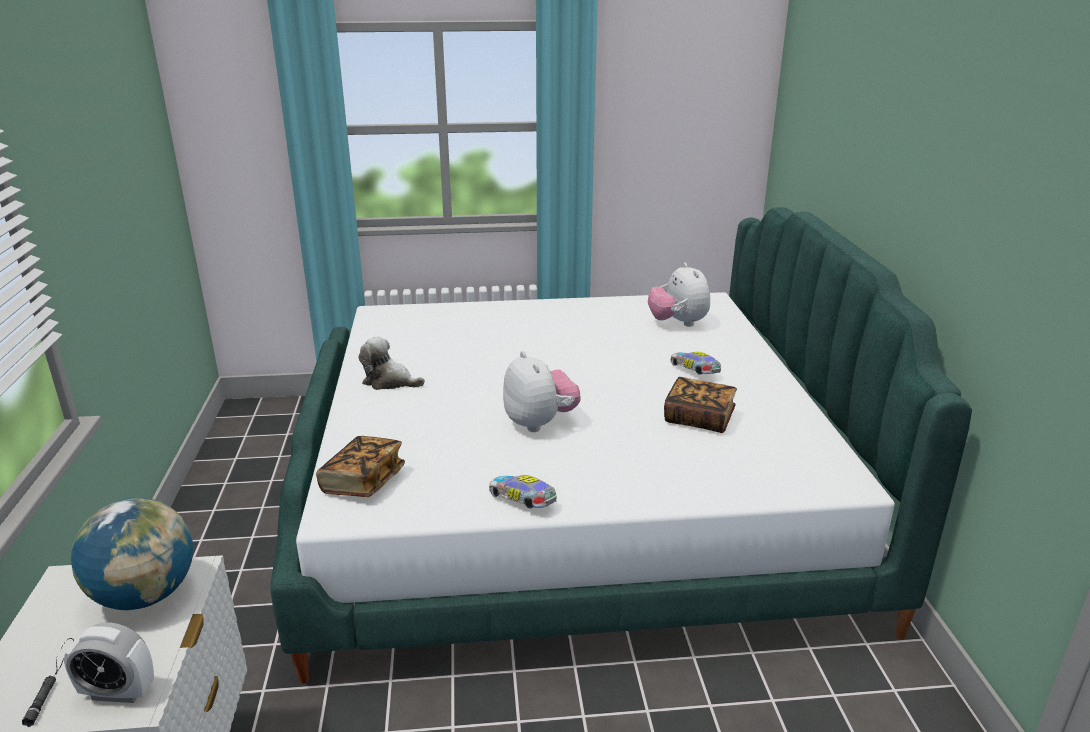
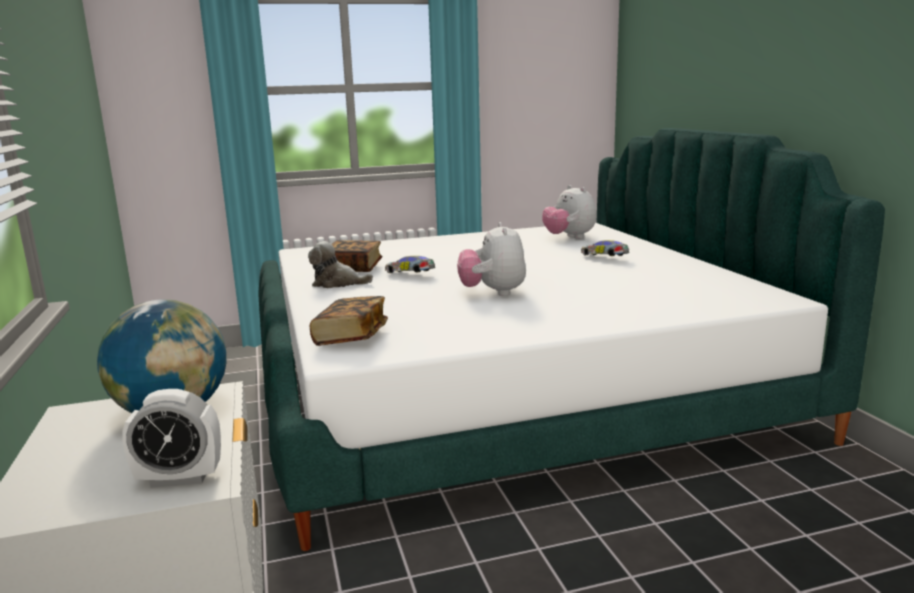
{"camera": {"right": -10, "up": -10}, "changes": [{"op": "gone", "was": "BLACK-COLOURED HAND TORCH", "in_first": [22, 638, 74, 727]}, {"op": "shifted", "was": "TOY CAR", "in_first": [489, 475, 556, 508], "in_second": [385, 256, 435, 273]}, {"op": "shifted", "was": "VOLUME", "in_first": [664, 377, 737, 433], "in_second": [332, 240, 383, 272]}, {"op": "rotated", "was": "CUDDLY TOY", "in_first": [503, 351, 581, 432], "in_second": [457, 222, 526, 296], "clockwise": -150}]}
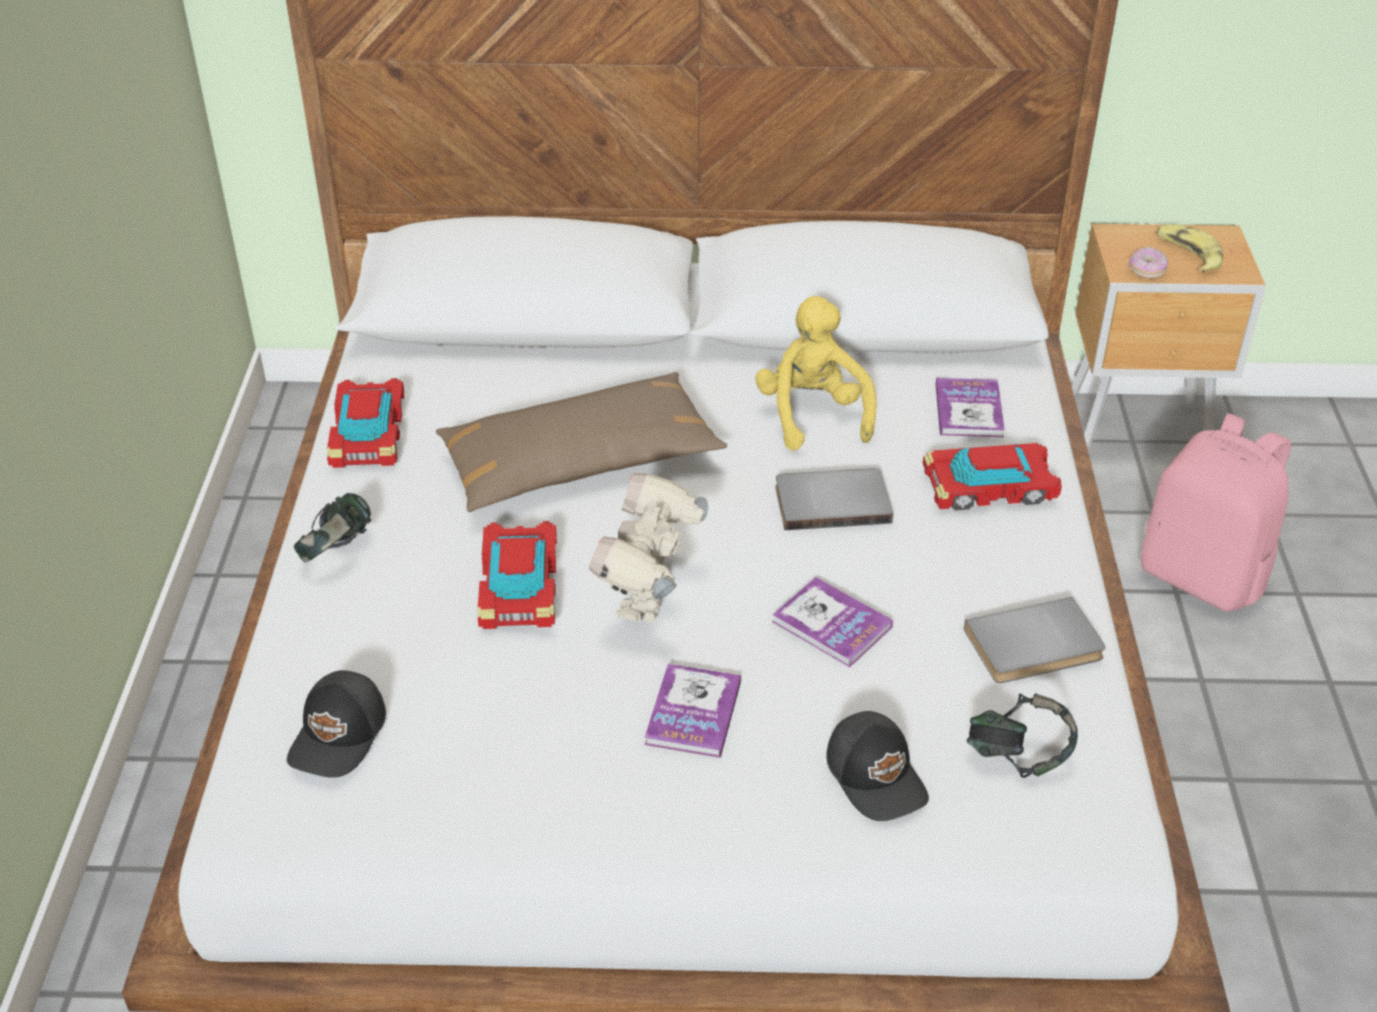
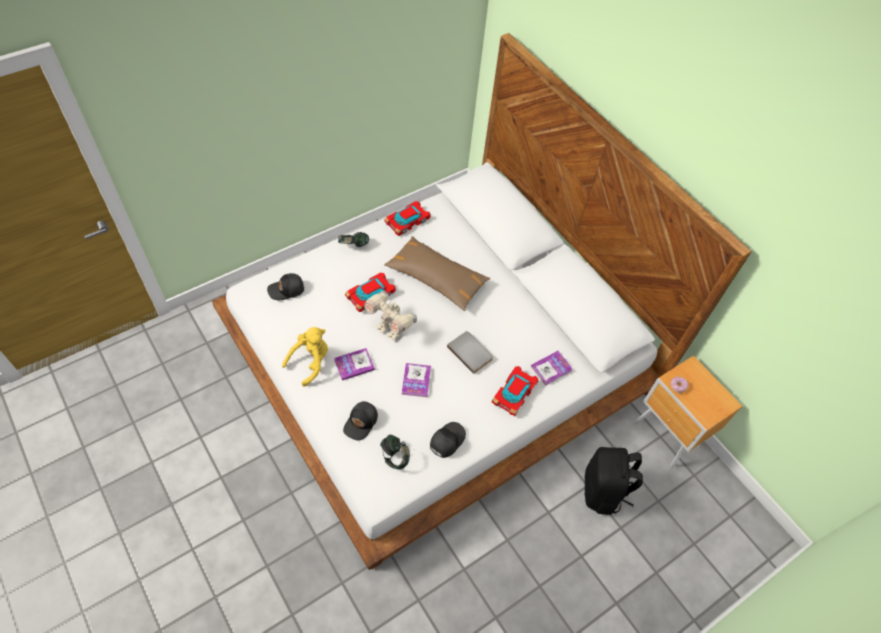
{"camera": {"right": 50, "up": 15}, "changes": [{"op": "gone", "was": "WHOLE BANANA", "in_first": [1156, 225, 1223, 274]}, {"op": "shifted", "was": "YELLOW CUDDLY TOY", "in_first": [755, 296, 877, 451], "in_second": [282, 327, 328, 387]}, {"op": "swapped", "was": "GREYISH VOLUME", "now": "BLACK-COLOURED PEAKED CAP", "in_first": [964, 597, 1106, 683], "in_second": [430, 422, 466, 458]}, {"op": "repainted", "was": "PINK RUCKSACK", "now": "BLACK-COLOURED RUCKSACK", "in_first": [1141, 413, 1291, 612], "in_second": [584, 447, 643, 515]}, {"op": "rotated", "was": "TOY ROBOT", "in_first": [589, 473, 708, 623], "in_second": [364, 291, 417, 340], "clockwise": -120}, {"op": "rotated", "was": "TOY CAR", "in_first": [923, 443, 1062, 510], "in_second": [492, 366, 539, 416], "clockwise": -105}]}
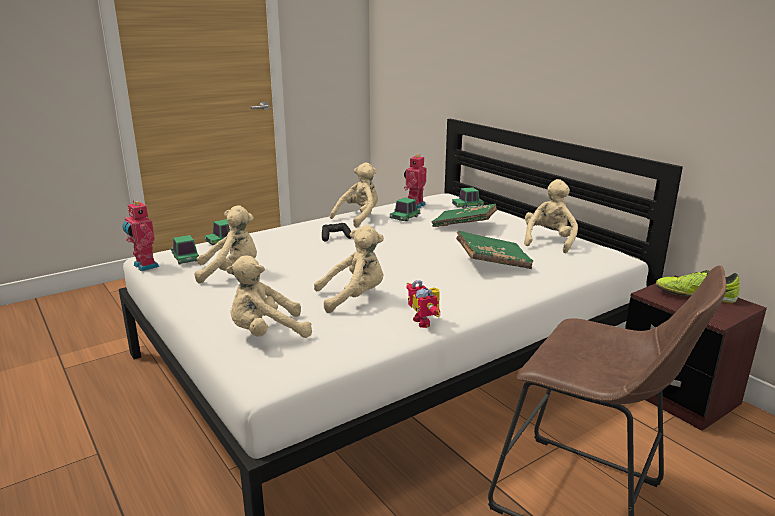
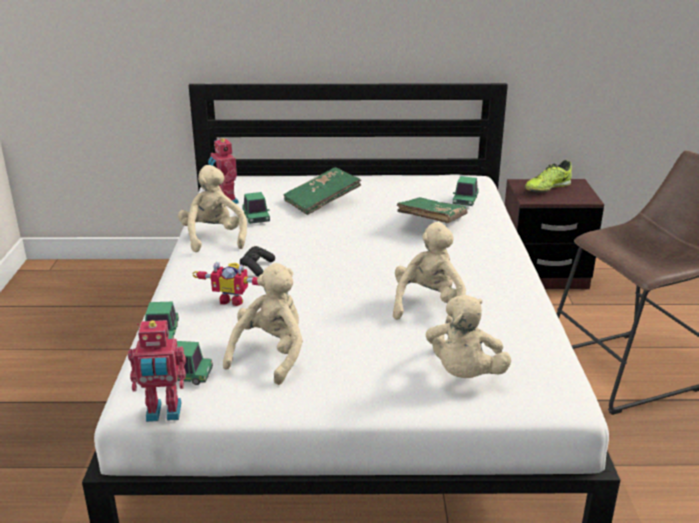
{"camera": {"right": -55, "up": 5}, "changes": [{"op": "gone", "was": "BEIGE-COLOURED CUDDLY TOY", "in_first": [524, 179, 578, 253]}, {"op": "shifted", "was": "TOY ROBOT", "in_first": [406, 280, 440, 328], "in_second": [192, 262, 260, 306]}, {"op": "shifted", "was": "TOY CAR", "in_first": [452, 187, 484, 208], "in_second": [453, 176, 479, 206]}]}
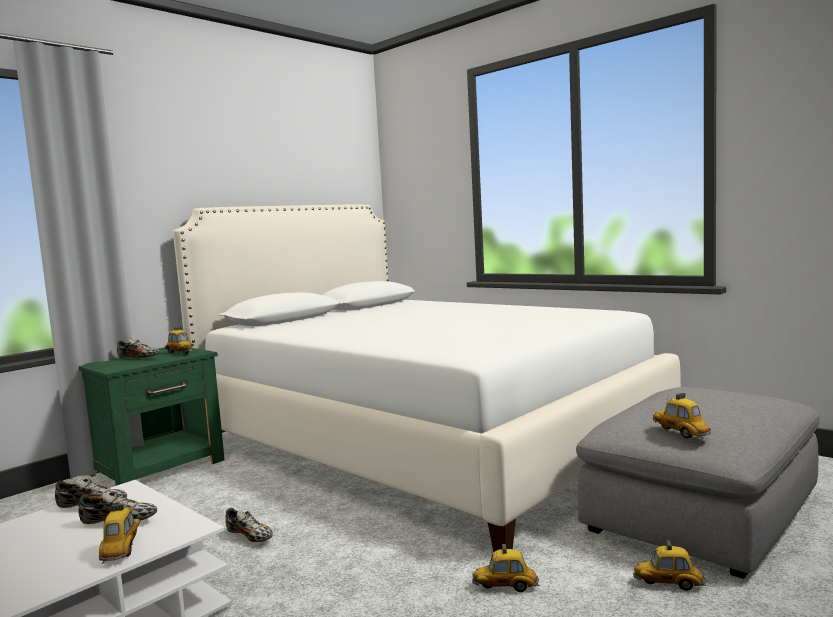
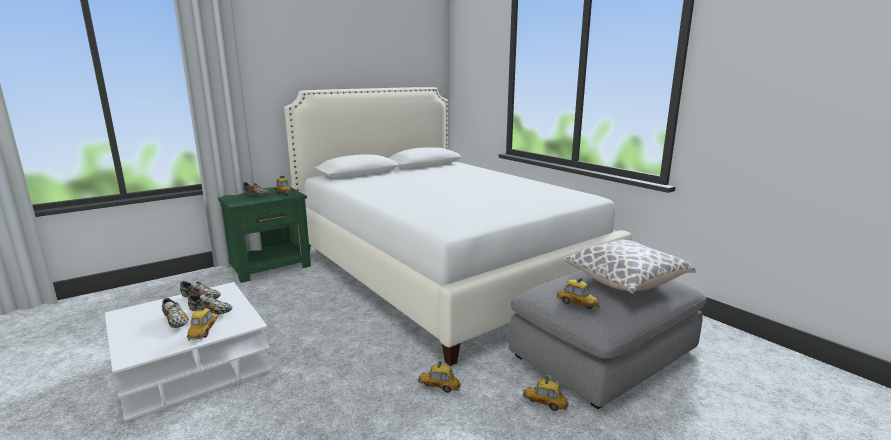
{"camera": {"right": 10, "up": 10}, "changes": [{"op": "new", "now": "PILLOW", "in_second": [565, 240, 696, 294]}, {"op": "shifted", "was": "ITEM OF FOOTWEAR", "in_first": [225, 508, 273, 542], "in_second": [162, 298, 189, 328]}, {"op": "rotated", "was": "TOY CAR", "in_first": [653, 393, 711, 439], "in_second": [557, 277, 600, 309], "clockwise": 150}]}
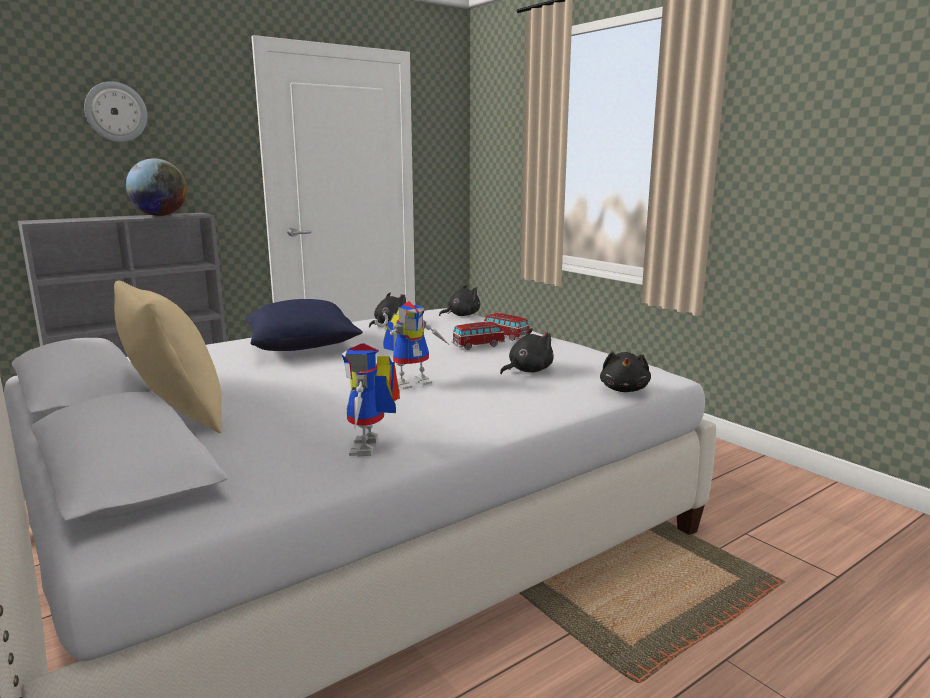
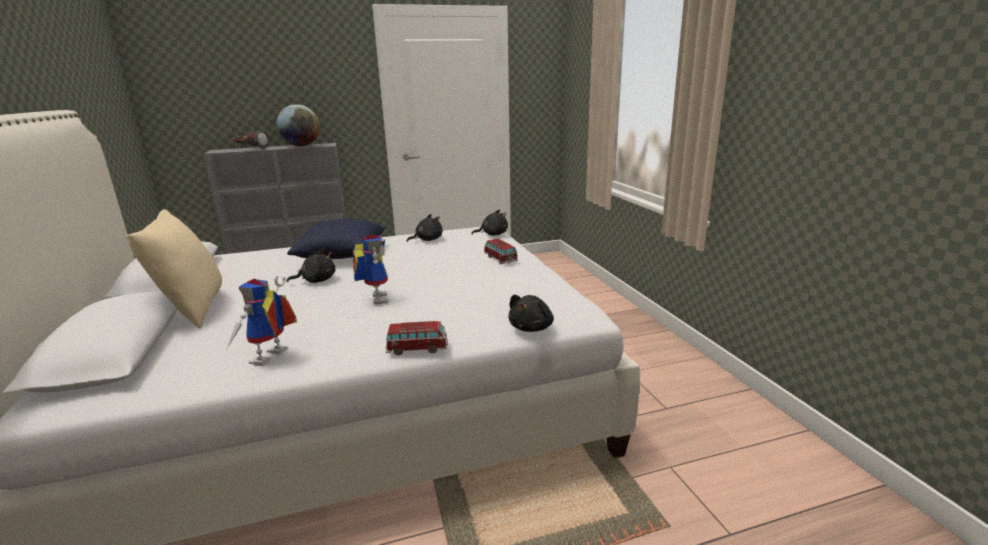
{"camera": {"right": 20, "up": 5}, "changes": [{"op": "gone", "was": "CLOCK ON THE WALL", "in_first": [84, 81, 148, 142]}, {"op": "new", "now": "HAND TORCH", "in_second": [233, 131, 269, 149]}, {"op": "shifted", "was": "TOY CAR", "in_first": [452, 322, 505, 350], "in_second": [386, 321, 448, 355]}, {"op": "shifted", "was": "BLACK-COLOURED CUDDLY TOY", "in_first": [500, 328, 554, 374], "in_second": [287, 249, 335, 283]}, {"op": "rotated", "was": "TOY ROBOT", "in_first": [375, 301, 448, 390], "in_second": [353, 235, 388, 304], "clockwise": -90}]}
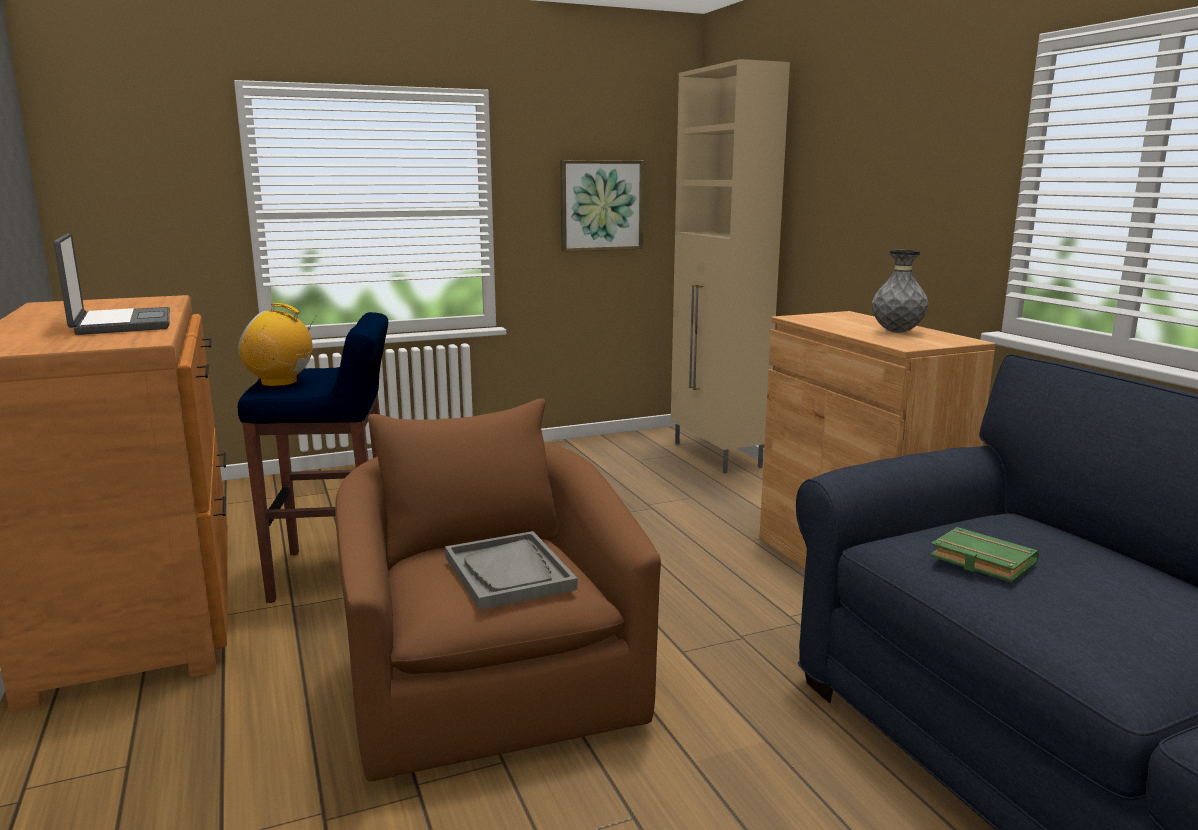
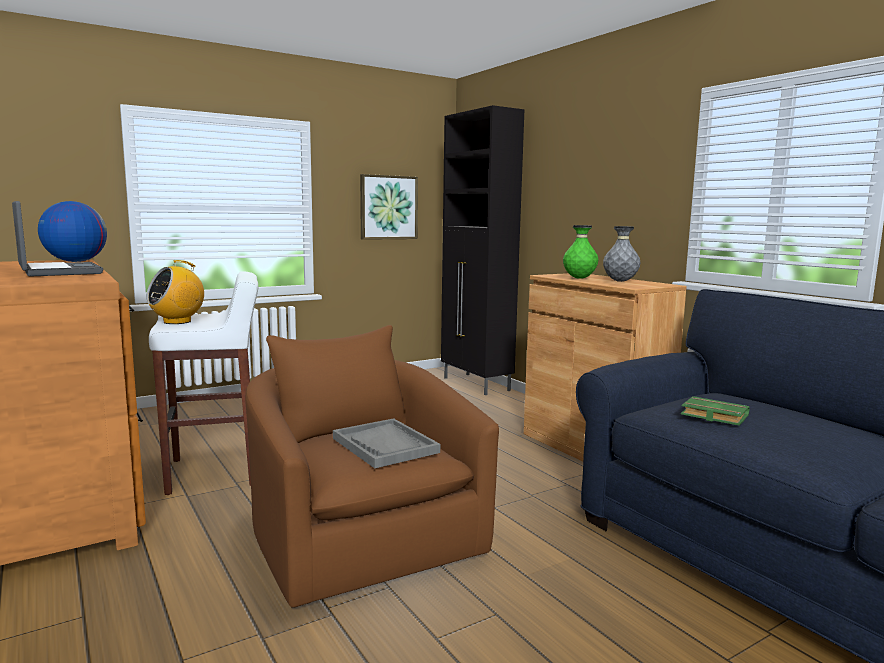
{"camera": {"right": -10, "up": -5}, "changes": [{"op": "new", "now": "DESK GLOBE", "in_second": [38, 201, 107, 262]}, {"op": "new", "now": "GREENISH VASE", "in_second": [563, 225, 599, 279]}, {"op": "repainted", "was": "BLUE-COLOURED STOOL", "now": "WHITISH STOOL", "in_first": [238, 312, 388, 603], "in_second": [149, 271, 258, 495]}, {"op": "repainted", "was": "BEIGE-COLOURED CUPBOARD", "now": "BLACK-COLOURED CUPBOARD", "in_first": [671, 59, 790, 473], "in_second": [441, 105, 525, 395]}, {"op": "rotated", "was": "RADIO", "in_first": [237, 303, 317, 387], "in_second": [146, 260, 204, 324], "clockwise": -45}]}
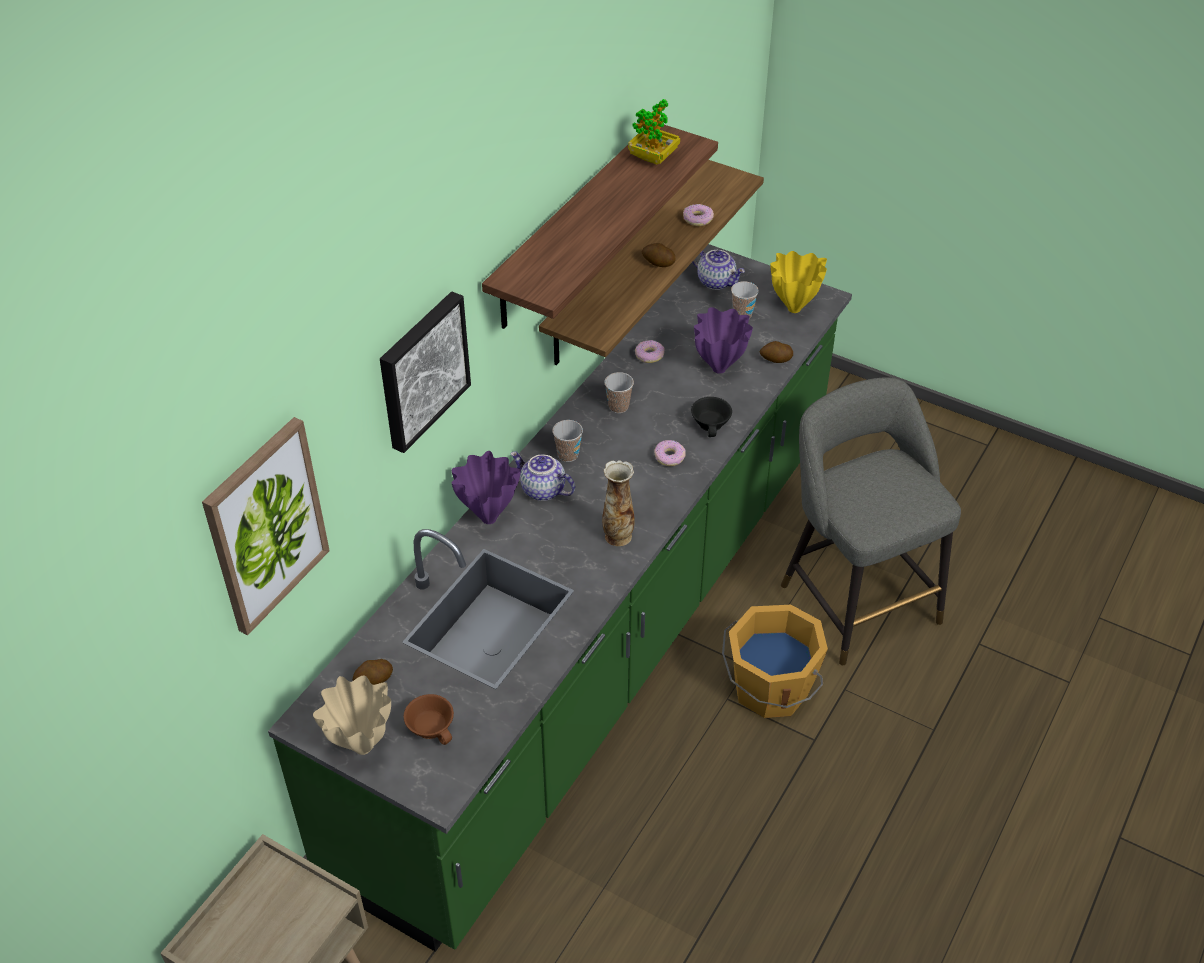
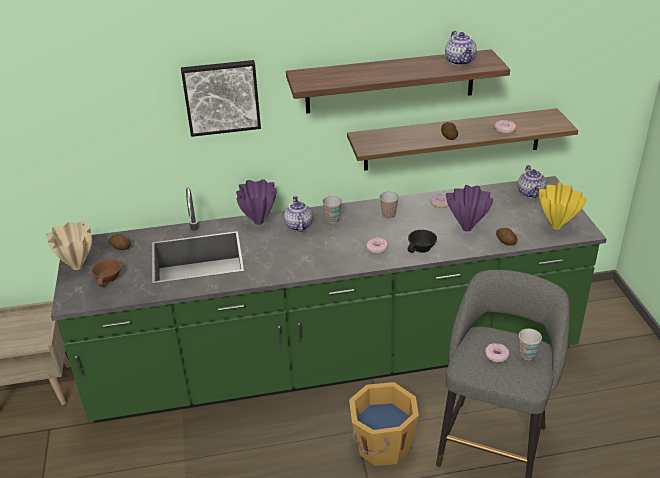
{"camera": {"right": 50, "up": -10}, "changes": [{"op": "gone", "was": "PICTURE", "in_first": [202, 417, 330, 635]}, {"op": "gone", "was": "VASE", "in_first": [602, 460, 635, 546]}, {"op": "new", "now": "DOUGHNUT", "in_second": [485, 343, 509, 362]}, {"op": "shifted", "was": "CUP", "in_first": [731, 281, 759, 318], "in_second": [519, 329, 542, 360]}, {"op": "swapped", "was": "PLANT IN A POT", "now": "POT FOR TEA", "in_first": [628, 99, 680, 165], "in_second": [445, 31, 477, 66]}]}
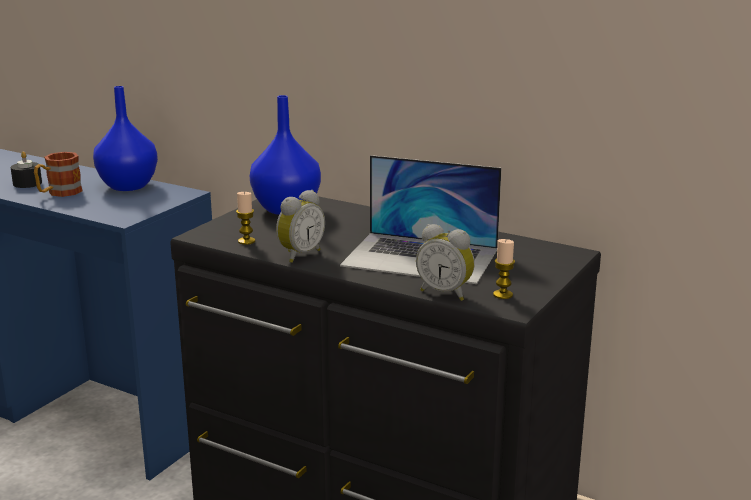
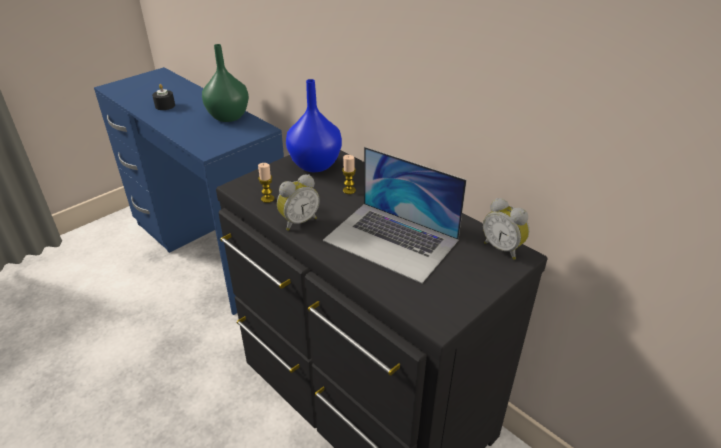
{"camera": {"right": 15, "up": 15}, "changes": [{"op": "gone", "was": "MUG", "in_first": [34, 152, 82, 197]}, {"op": "shifted", "was": "TABLE CLOCK", "in_first": [416, 224, 475, 301], "in_second": [483, 198, 529, 260]}, {"op": "shifted", "was": "WAX LIGHT", "in_first": [493, 239, 515, 299], "in_second": [342, 155, 356, 194]}, {"op": "repainted", "was": "BLUE-COLOURED VASE", "now": "GREENISH VASE", "in_first": [93, 86, 158, 191], "in_second": [202, 44, 249, 122]}]}
